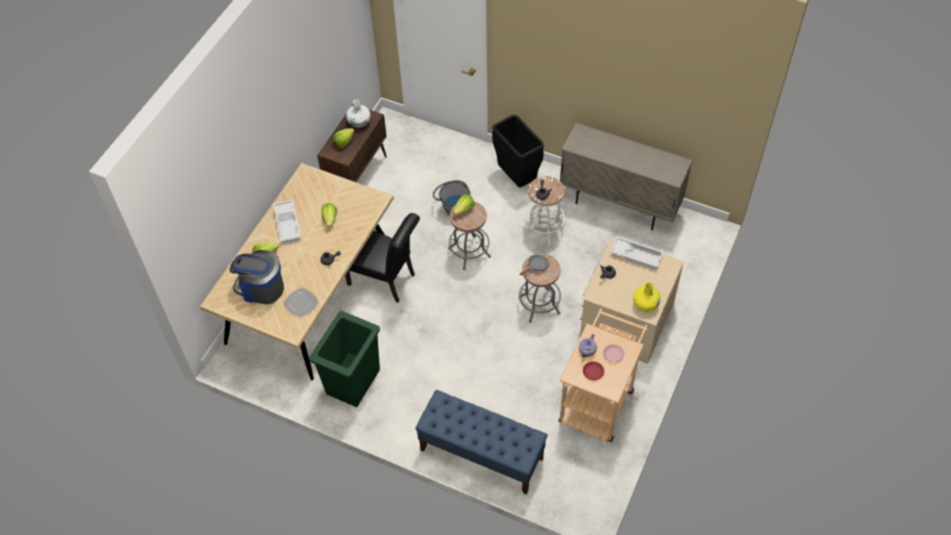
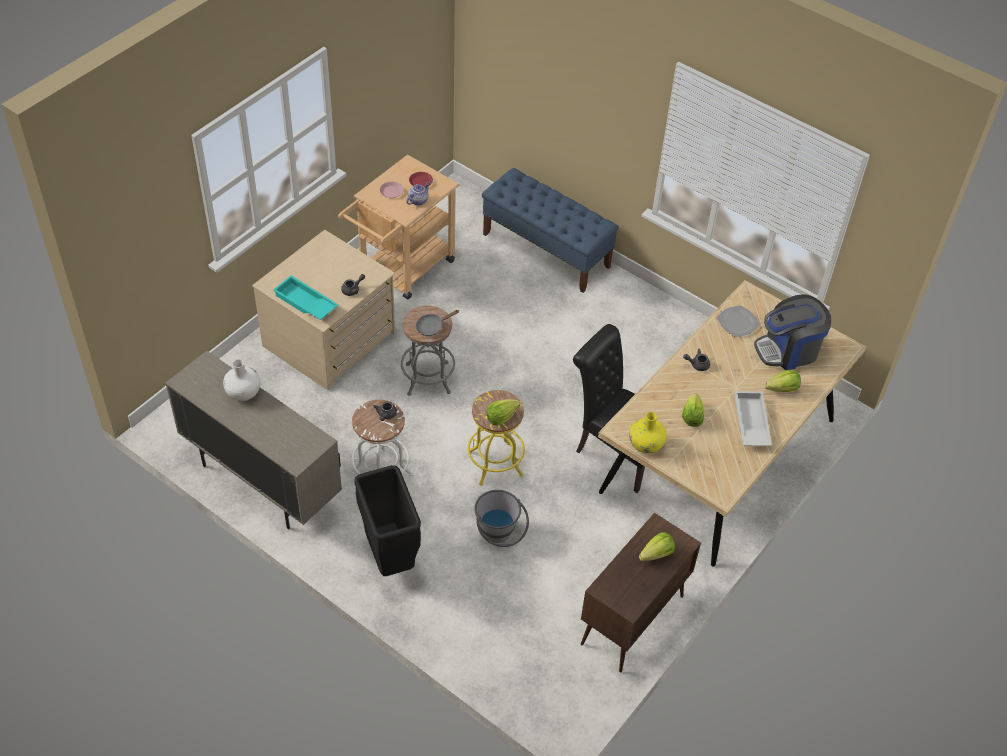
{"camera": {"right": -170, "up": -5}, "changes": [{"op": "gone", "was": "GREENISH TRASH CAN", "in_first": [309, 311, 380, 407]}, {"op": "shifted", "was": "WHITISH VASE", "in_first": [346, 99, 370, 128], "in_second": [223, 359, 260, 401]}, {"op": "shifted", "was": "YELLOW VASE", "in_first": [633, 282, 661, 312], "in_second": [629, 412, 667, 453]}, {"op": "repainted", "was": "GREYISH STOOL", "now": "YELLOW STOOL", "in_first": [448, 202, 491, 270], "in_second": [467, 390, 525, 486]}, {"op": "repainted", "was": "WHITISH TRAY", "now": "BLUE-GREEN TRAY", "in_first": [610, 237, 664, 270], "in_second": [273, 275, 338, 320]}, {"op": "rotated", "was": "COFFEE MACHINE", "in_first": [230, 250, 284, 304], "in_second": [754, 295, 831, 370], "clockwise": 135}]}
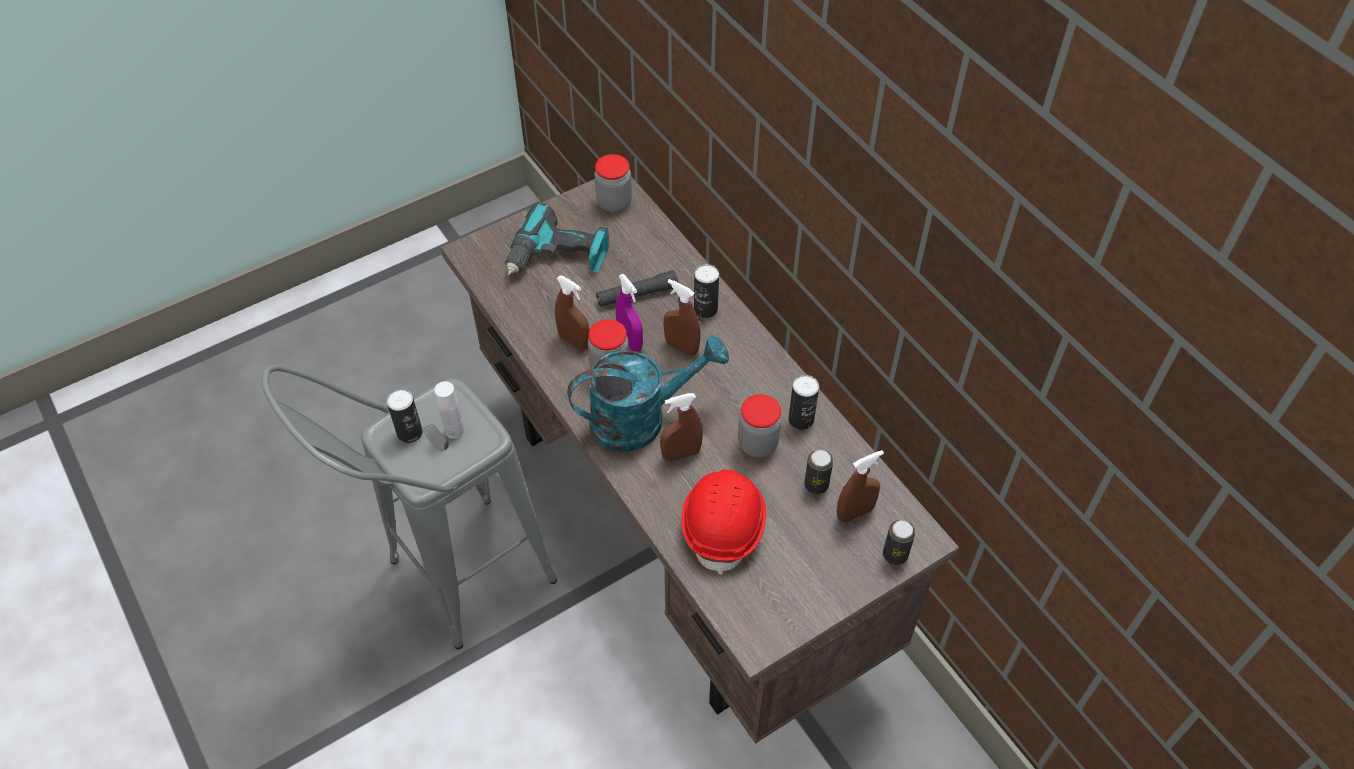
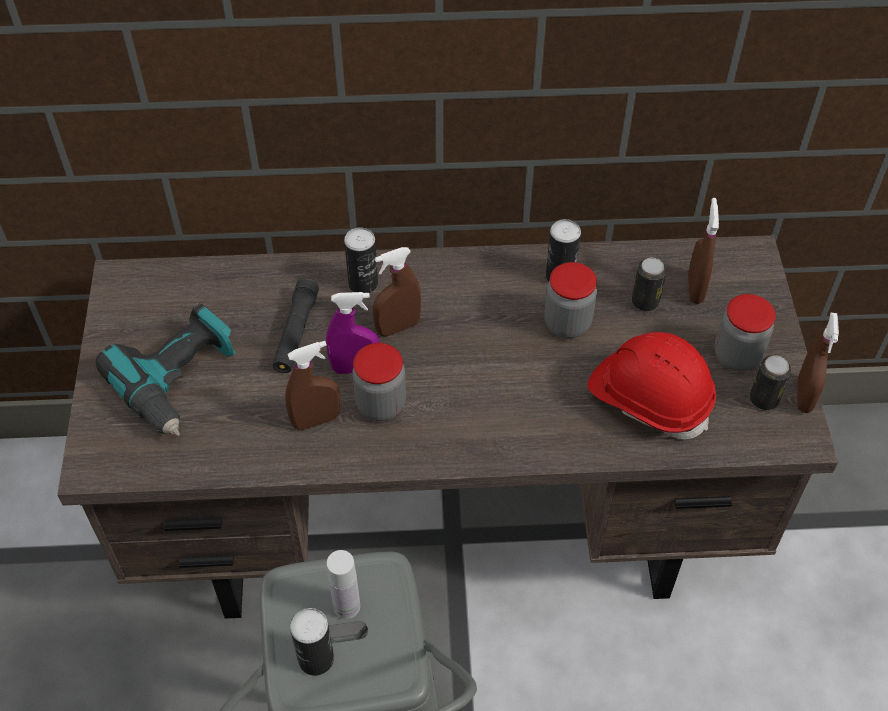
{"camera": {"right": -60, "up": 0}, "changes": [{"op": "gone", "was": "BLUE-GREEN SPRINKLING CAN", "in_first": [567, 335, 729, 452]}, {"op": "shifted", "was": "STORAGE JAR", "in_first": [595, 154, 632, 212], "in_second": [715, 294, 776, 371]}, {"op": "shifted", "was": "BROWN SPRAYER", "in_first": [660, 393, 703, 461], "in_second": [797, 312, 839, 413]}, {"op": "shifted", "was": "SEALED CAN", "in_first": [883, 520, 916, 565], "in_second": [750, 355, 791, 410]}]}
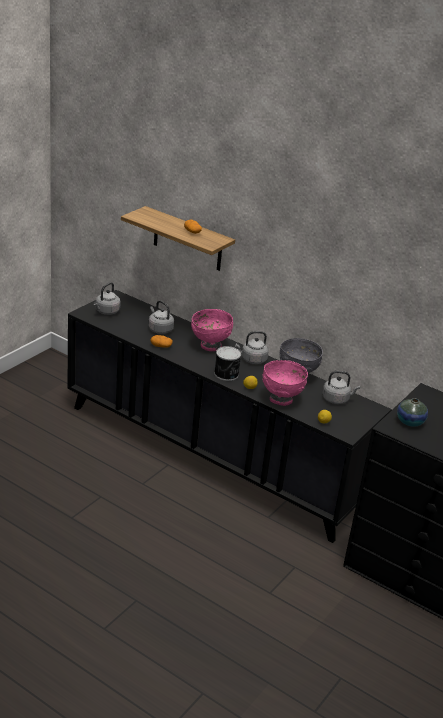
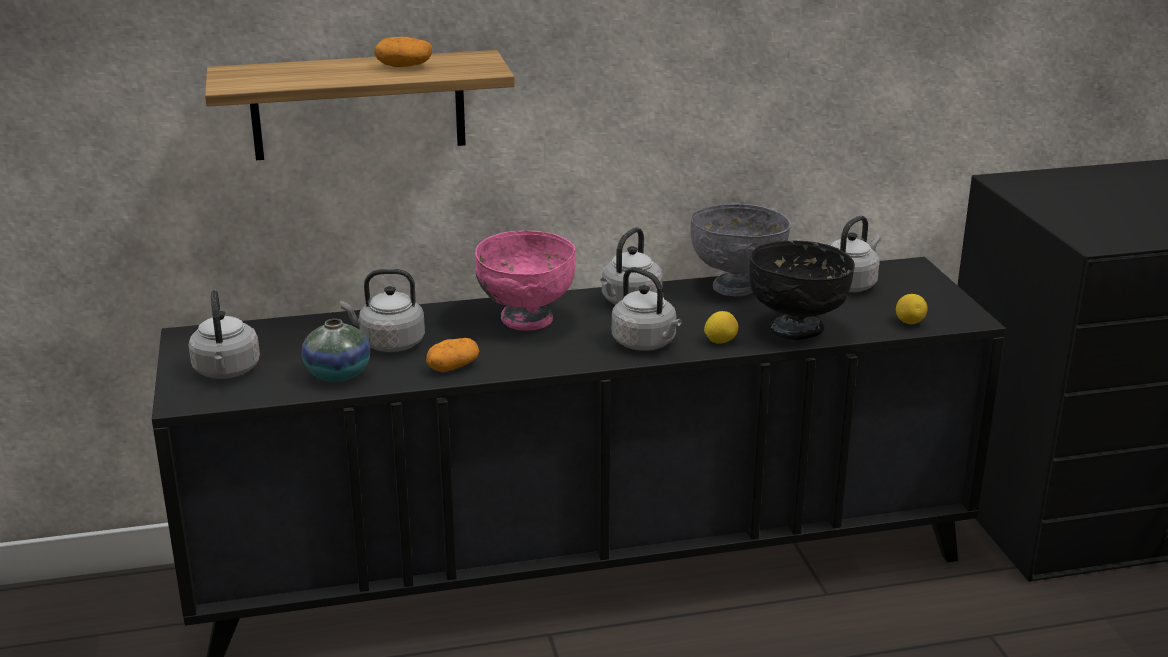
{"camera": {"right": -45, "up": -5}, "changes": [{"op": "shifted", "was": "VASE", "in_first": [397, 398, 428, 427], "in_second": [302, 319, 370, 382]}, {"op": "swapped", "was": "SEALED CAN", "now": "GREYISH WATER KETTLE", "in_first": [214, 346, 241, 381], "in_second": [612, 267, 682, 351]}, {"op": "repainted", "was": "PINK BOWL", "now": "BLACK-COLOURED BOWL", "in_first": [262, 360, 308, 406], "in_second": [750, 241, 855, 340]}]}
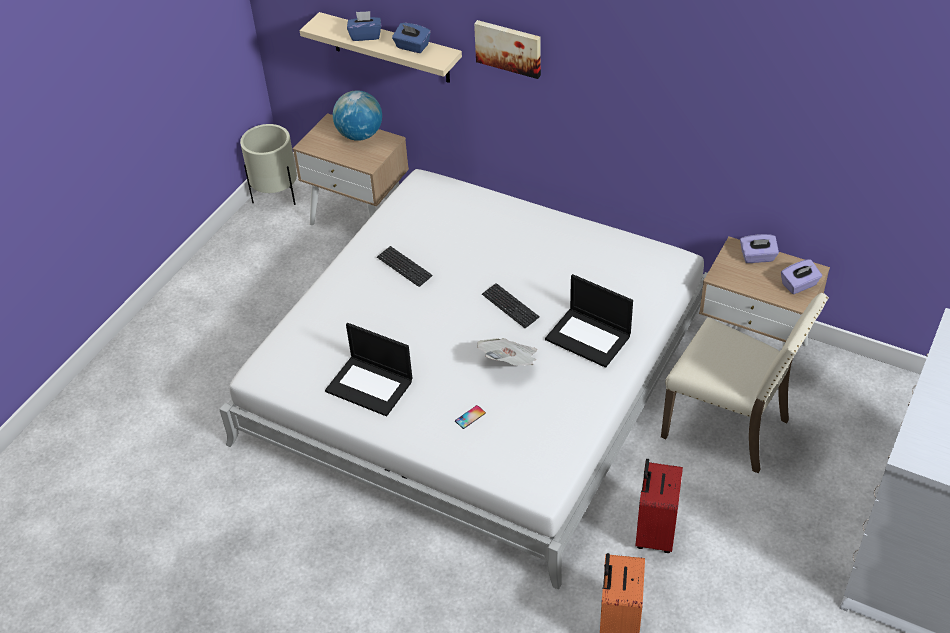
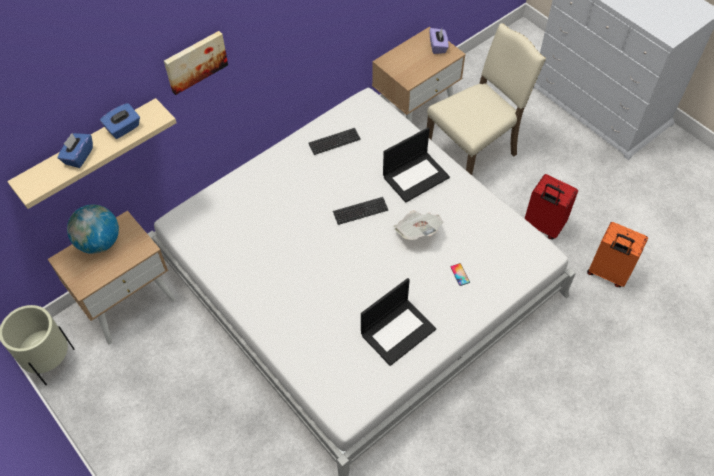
{"camera": {"right": -70, "up": 10}, "changes": [{"op": "gone", "was": "PURPLE TISSUE BOX", "in_first": [740, 234, 779, 263]}, {"op": "shifted", "was": "COMPUTER KEYBOARD", "in_first": [377, 246, 433, 287], "in_second": [309, 128, 361, 155]}]}
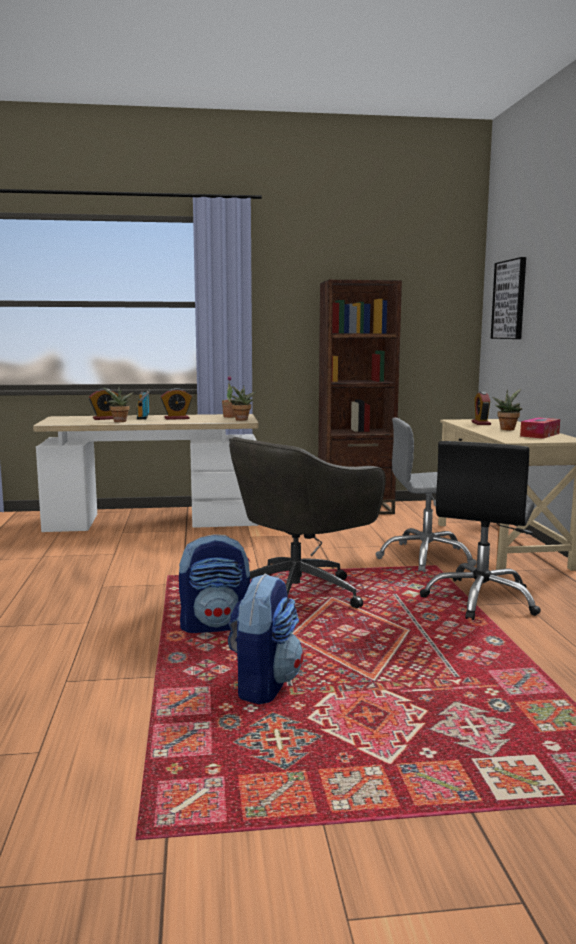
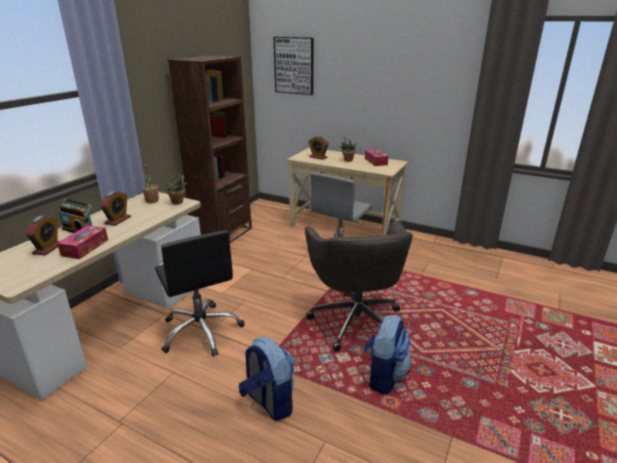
{"camera": {"right": -55, "up": 15}, "changes": [{"op": "shifted", "was": "RUCKSACK", "in_first": [228, 573, 304, 704], "in_second": [239, 337, 294, 421]}, {"op": "shifted", "was": "BLACK-COLOURED COMPUTER CHAIR", "in_first": [420, 441, 541, 620], "in_second": [155, 230, 245, 356]}, {"op": "swapped", "was": "PLANT IN A POT", "now": "TISSUE BOX", "in_first": [102, 386, 134, 422], "in_second": [57, 225, 108, 259]}]}
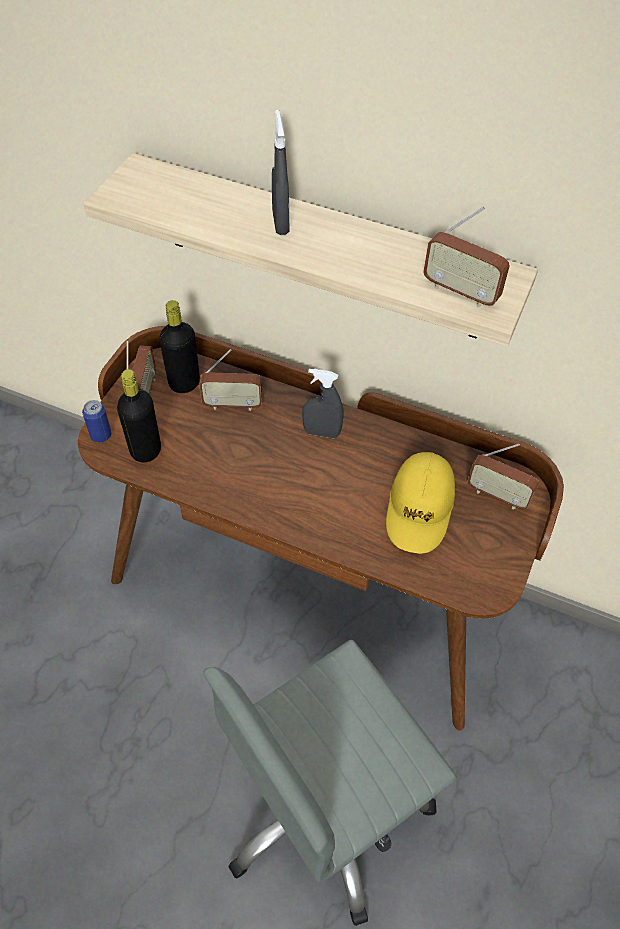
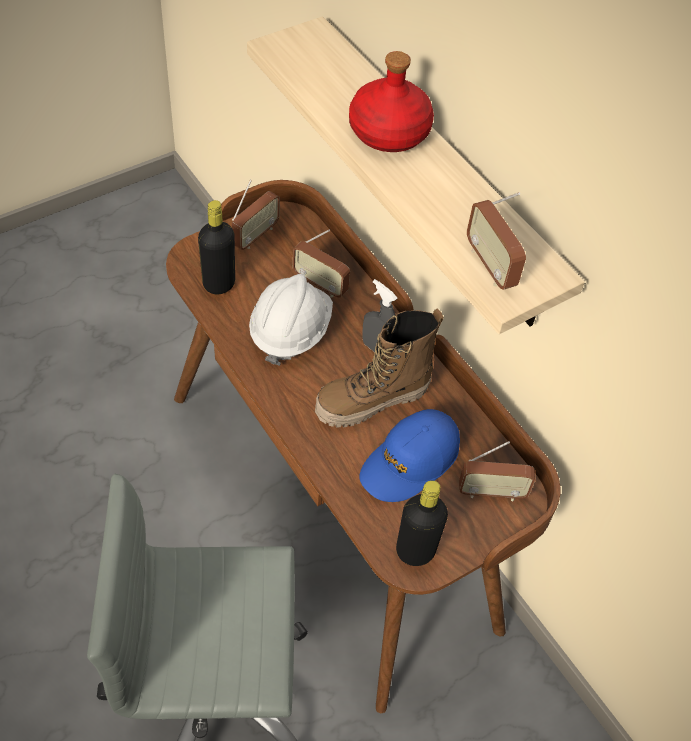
{"camera": {"right": 30, "up": 0}, "changes": [{"op": "gone", "was": "SEALED CAN", "in_first": [82, 400, 112, 443]}, {"op": "new", "now": "WHITISH WORK HELMET", "in_second": [249, 274, 333, 366]}, {"op": "new", "now": "HIGH-TOP BOOT", "in_second": [315, 308, 444, 427]}, {"op": "shifted", "was": "BLACK-COLOURED DRINK BOTTLE", "in_first": [159, 300, 200, 393], "in_second": [396, 480, 448, 566]}, {"op": "swapped", "was": "GREYISH SPRAYER", "now": "RED DRINK BOTTLE", "in_first": [272, 110, 289, 235], "in_second": [349, 51, 434, 152]}, {"op": "repainted", "was": "YELLOW PEAKED CAP", "now": "BLUE-COLOURED PEAKED CAP", "in_first": [386, 452, 455, 554], "in_second": [359, 409, 460, 502]}, {"op": "rotated", "was": "RADIO", "in_first": [467, 444, 539, 510], "in_second": [459, 441, 535, 501], "clockwise": -60}]}
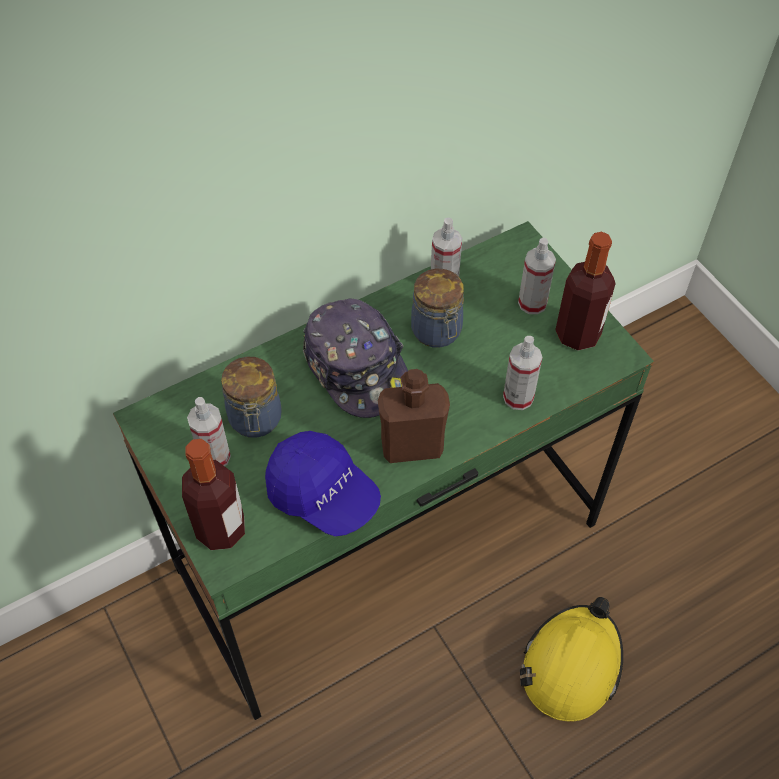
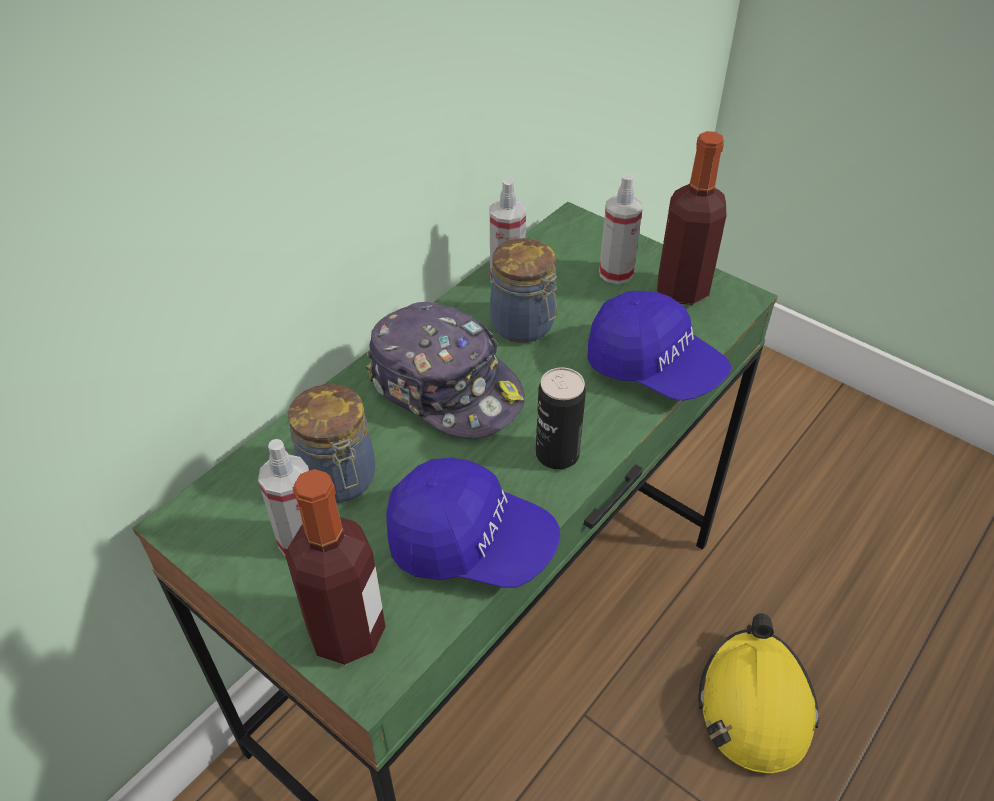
{"camera": {"right": -20, "up": -10}, "changes": [{"op": "swapped", "was": "BROWN DRINK BOTTLE", "now": "SEALED CAN", "in_first": [378, 369, 450, 463], "in_second": [536, 368, 586, 469]}, {"op": "swapped", "was": "SPRAYER", "now": "BLUE-COLOURED PEAKED CAP", "in_first": [503, 336, 543, 410], "in_second": [587, 291, 731, 401]}]}
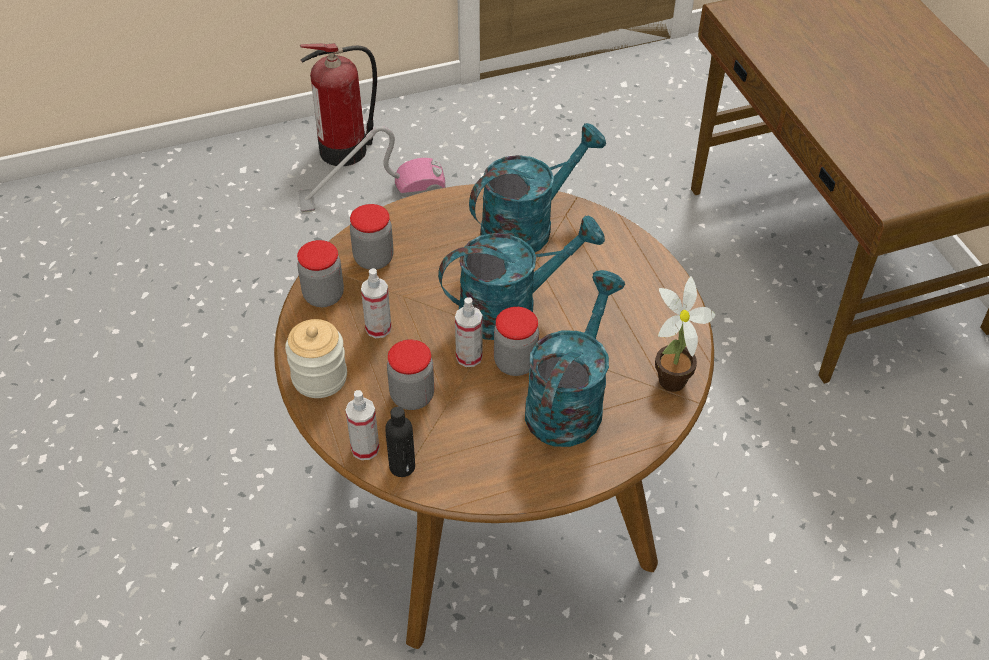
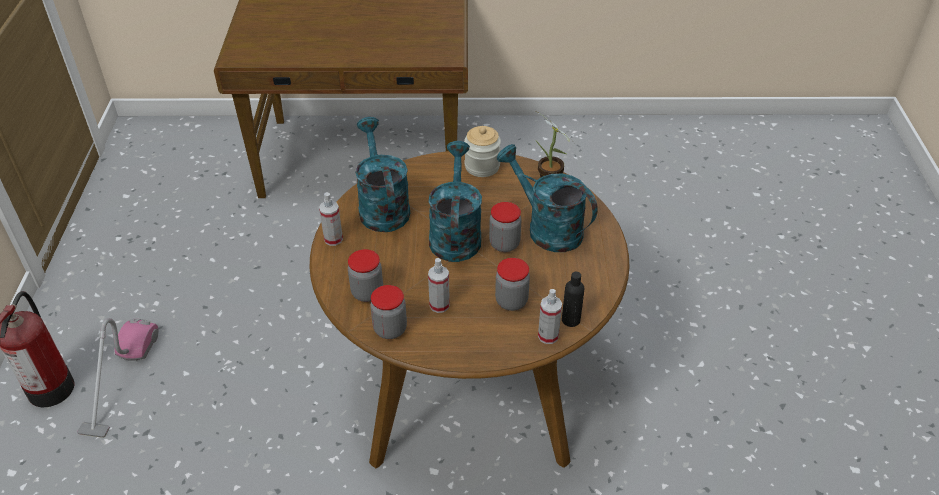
{"camera": {"right": -70, "up": -5}, "changes": [{"op": "shifted", "was": "STORAGE JAR", "in_first": [285, 319, 347, 398], "in_second": [464, 126, 501, 177]}, {"op": "shifted", "was": "SPRAYER", "in_first": [455, 297, 483, 367], "in_second": [319, 192, 343, 246]}]}
